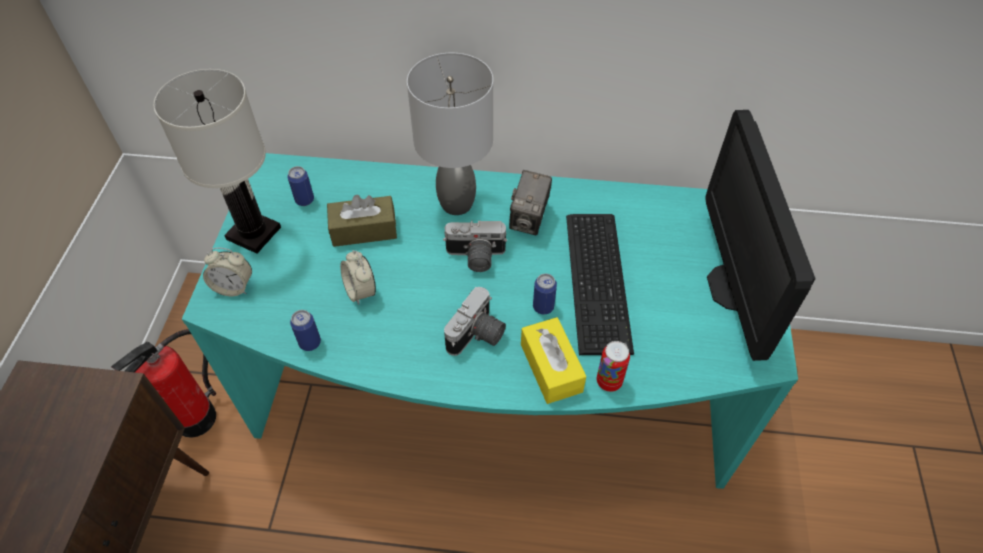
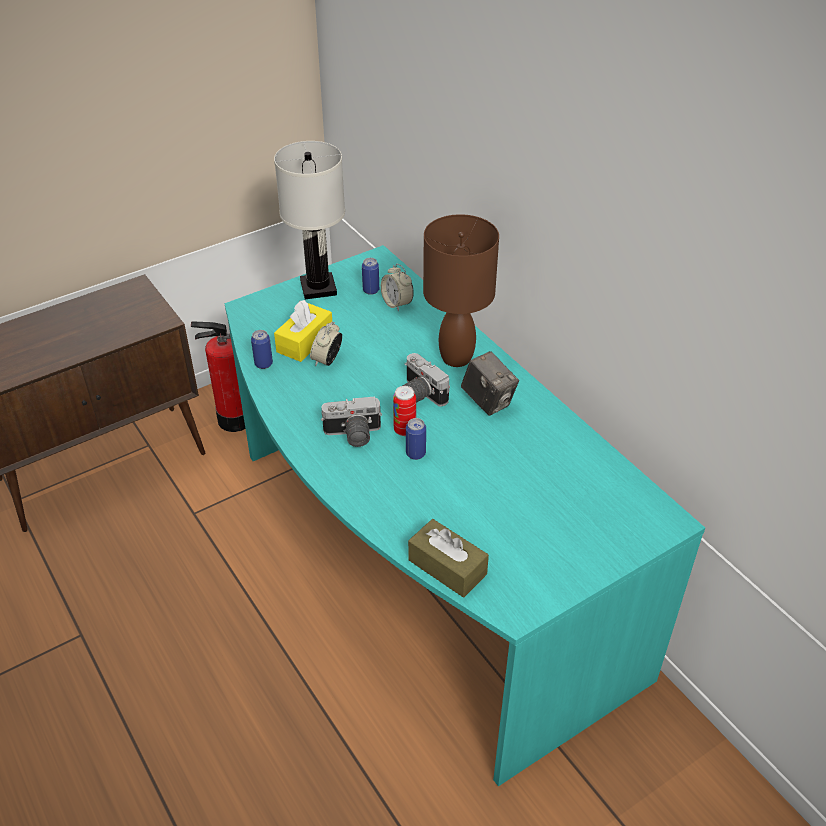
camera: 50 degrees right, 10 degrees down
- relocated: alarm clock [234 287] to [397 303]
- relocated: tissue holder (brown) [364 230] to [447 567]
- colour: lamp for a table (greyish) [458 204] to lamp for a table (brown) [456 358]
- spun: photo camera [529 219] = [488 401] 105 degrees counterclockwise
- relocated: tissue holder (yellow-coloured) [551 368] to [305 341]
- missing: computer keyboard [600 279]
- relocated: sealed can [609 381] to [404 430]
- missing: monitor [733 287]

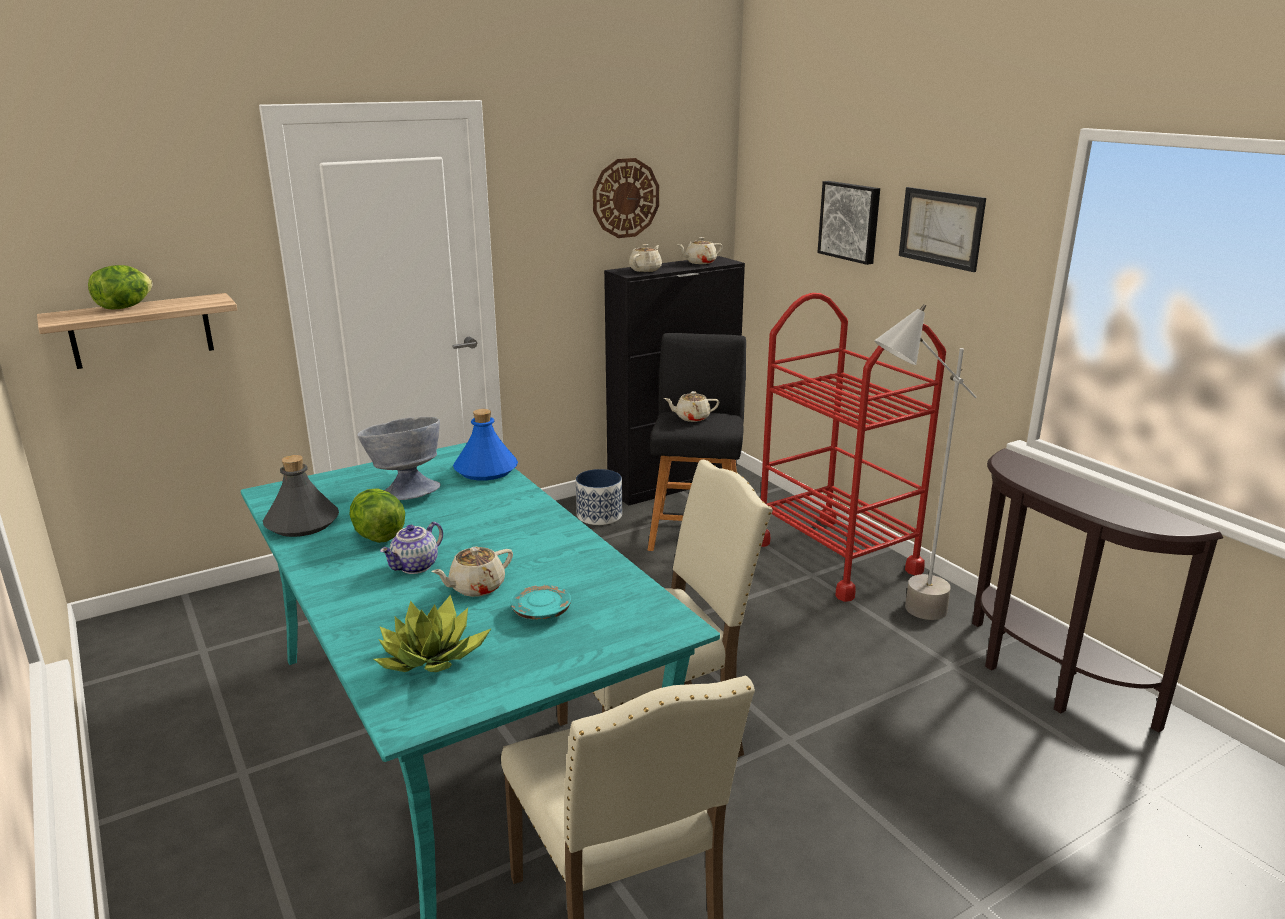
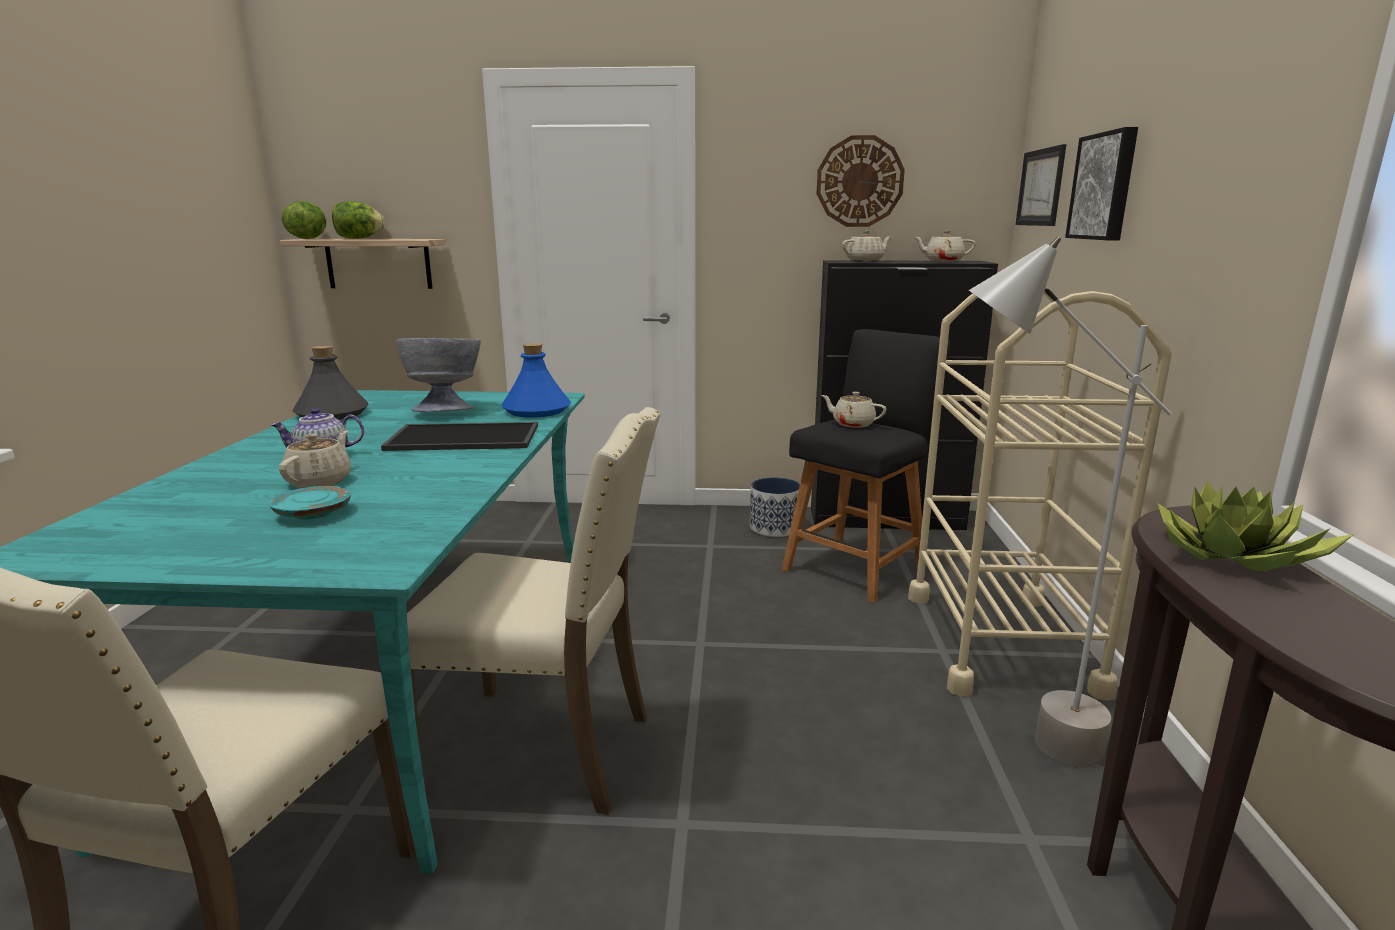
camera: 35 degrees right, 5 degrees down
- relocated: lettuce [378 536] to [308 239]
- relocated: houseplant [432 657] to [1236 556]
- spun: teapot (sand-coloured) [476 587] = [320 481] 105 degrees clockwise
- colour: wheeled cart (red-coloured) [835 557] to wheeled cart (sand-coloured) [1000 641]
- relocated: wall art [941 228] to [1040 187]
- appeared: tray [462 438]

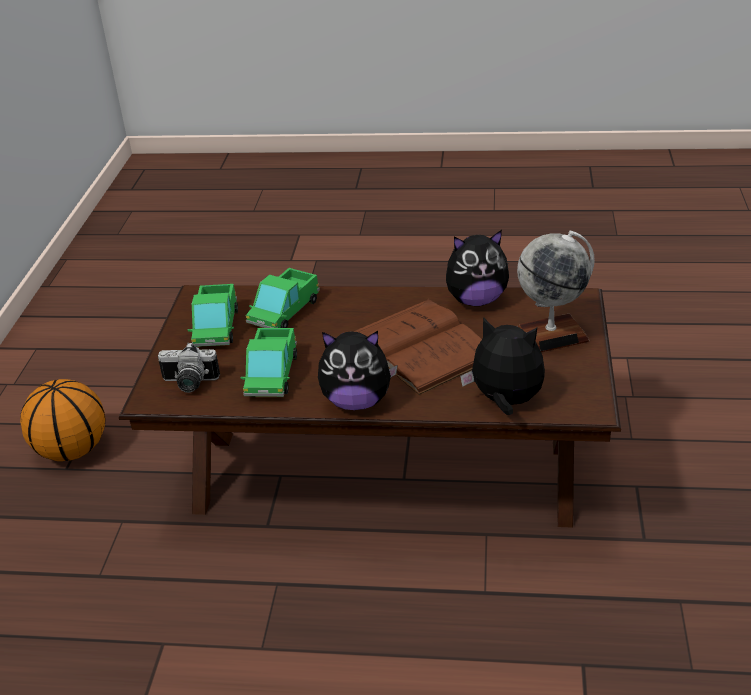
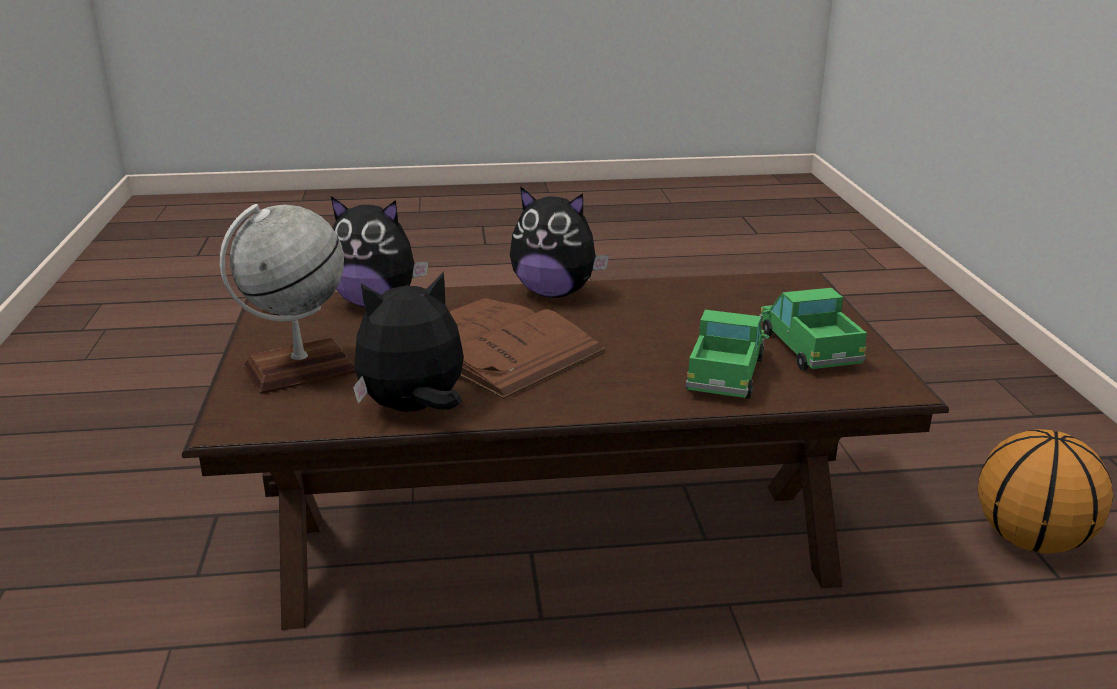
camera: 165 degrees right, 10 degrees down
- missing: photo camera [189 384]
- missing: toy lorry [272 375]
- spun: soft toy [357 401] = [555 293] 150 degrees counterclockwise

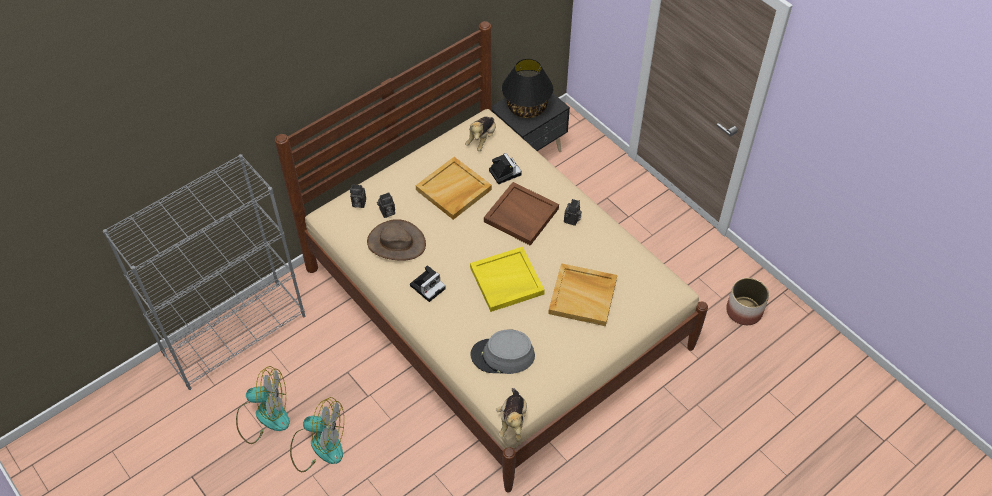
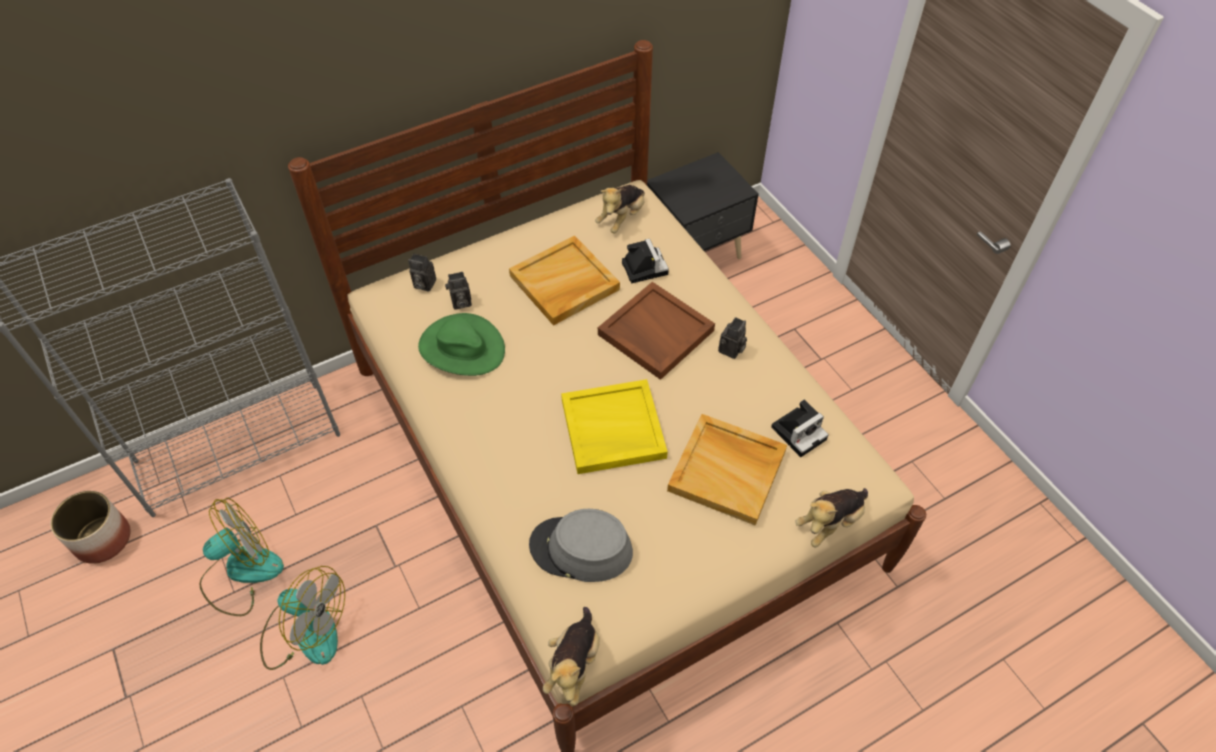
camera: 10 degrees right, 0 degrees up
- spun: electric fan [264 416] = [241 572] 45 degrees counterclockwise
- colour: wearable hat (brown) [396 243] to wearable hat (greenish) [461 348]
- relocated: photo camera [428 286] to [799 431]
- missing: lamp for a table (black-coloured) [526 108]
- relocated: planter [744 311] to [102 540]
- appeared: soft toy [830 522]

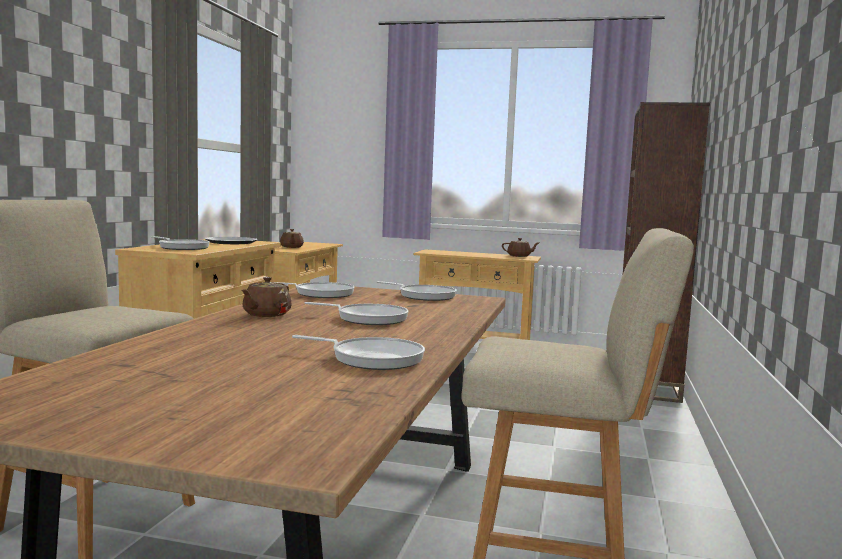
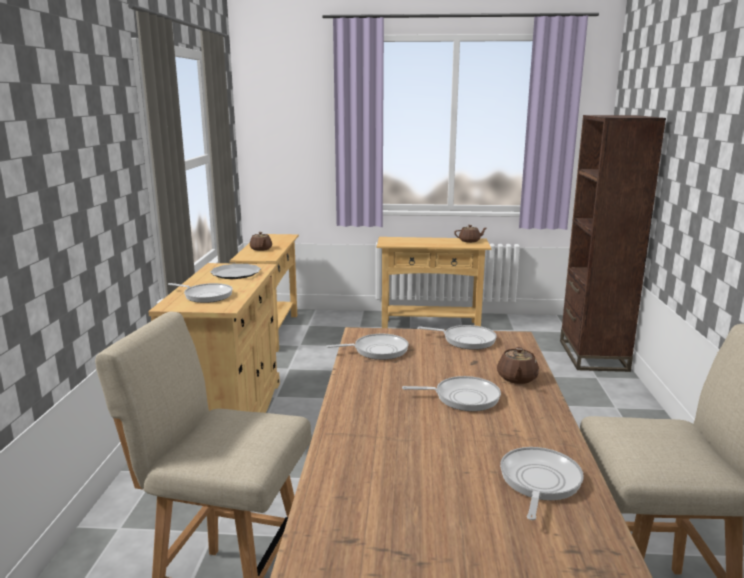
camera: 10 degrees left, 10 degrees up
- relocated: teapot (brown) [266 314] to [517 378]
- spun: frying pan [372 358] = [539 482] 75 degrees counterclockwise

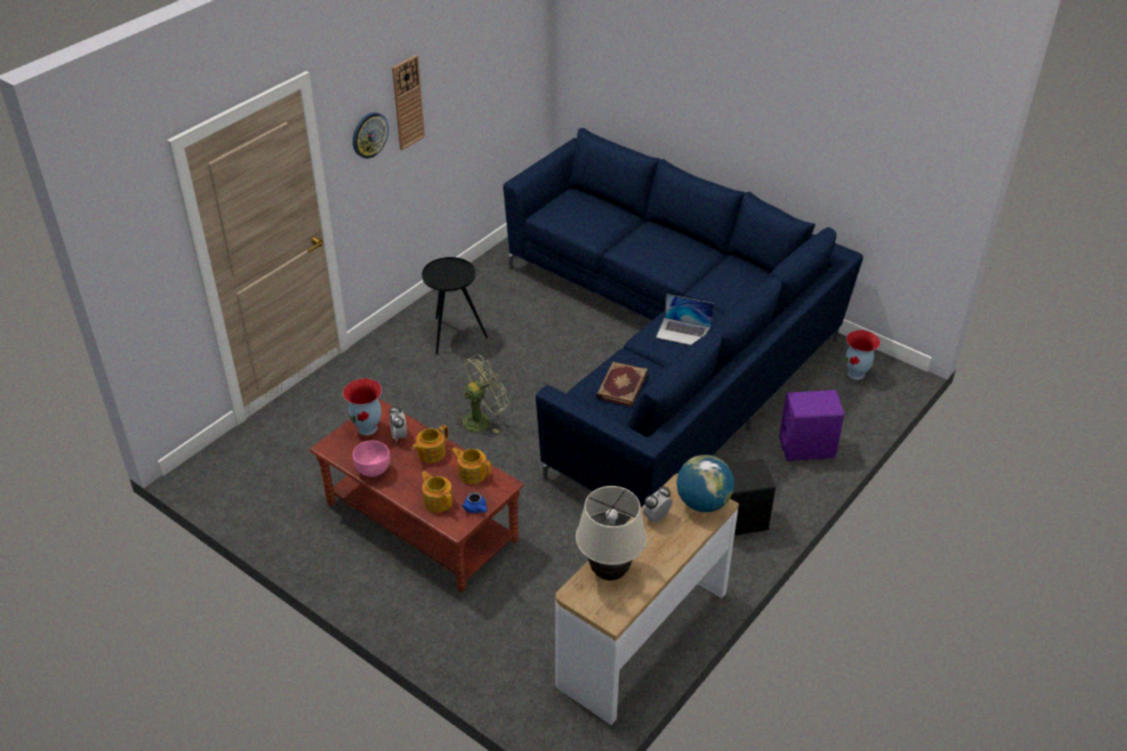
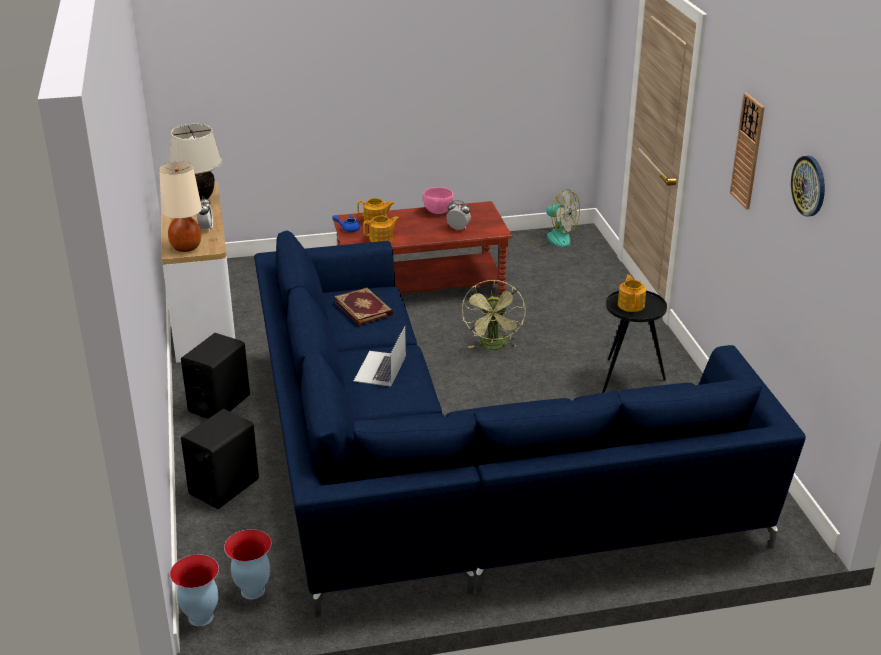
camera: 130 degrees right, 10 degrees down
- relocated: flower vase [368 428] to [200 618]
- relocated: wall clock [369 135] to [809 185]
- relocated: teapot [430 453] to [631 304]
- spun: portable computer [684 332] = [380 368] 45 degrees counterclockwise
- exchanged: globe [703 503] to lamp for a table (sand-coloured) [186 247]
- colour: loudspeaker (purple) [807 447] to loudspeaker (black-coloured) [223 487]
- appeared: electric fan [552 238]

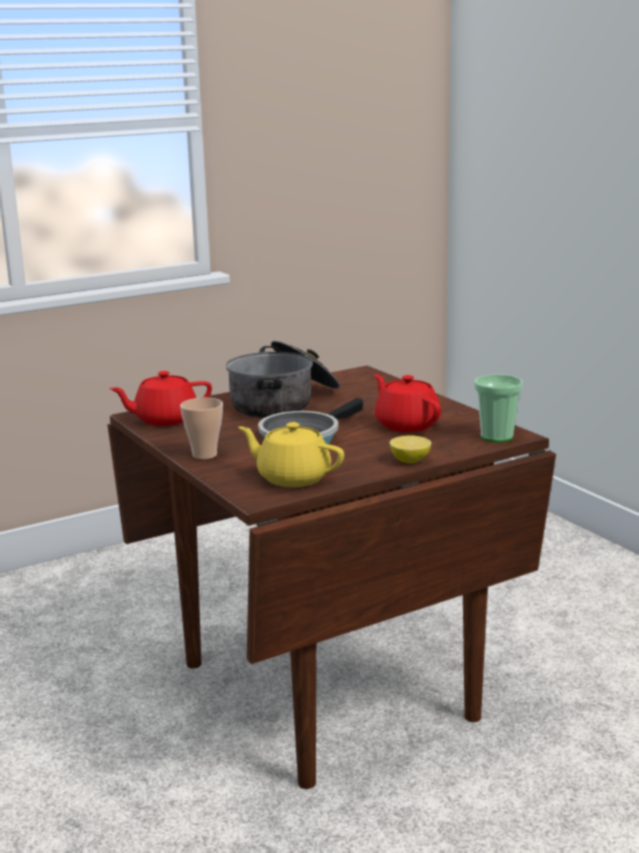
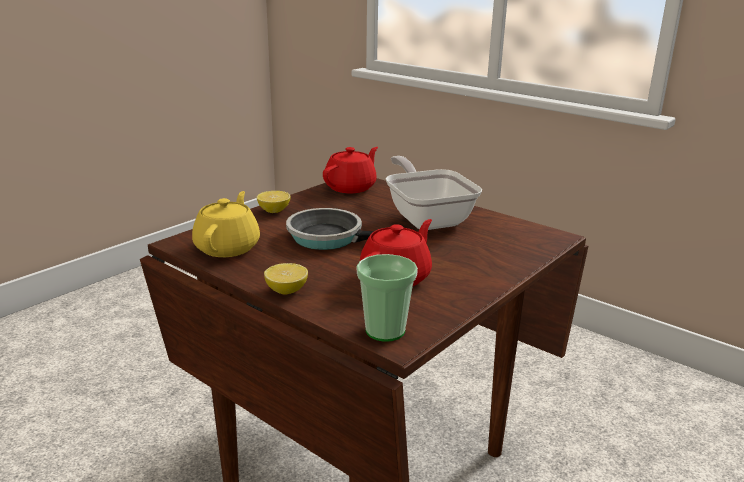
camera: 70 degrees right, 5 degrees up
- spun: teapot (red-coloured) [165 419] = [351 187] 75 degrees clockwise
- exchanged: small cup [204 455] to citrus fruit [274 211]
- exchanged: saucepot [284 402] to frying pan [427 218]

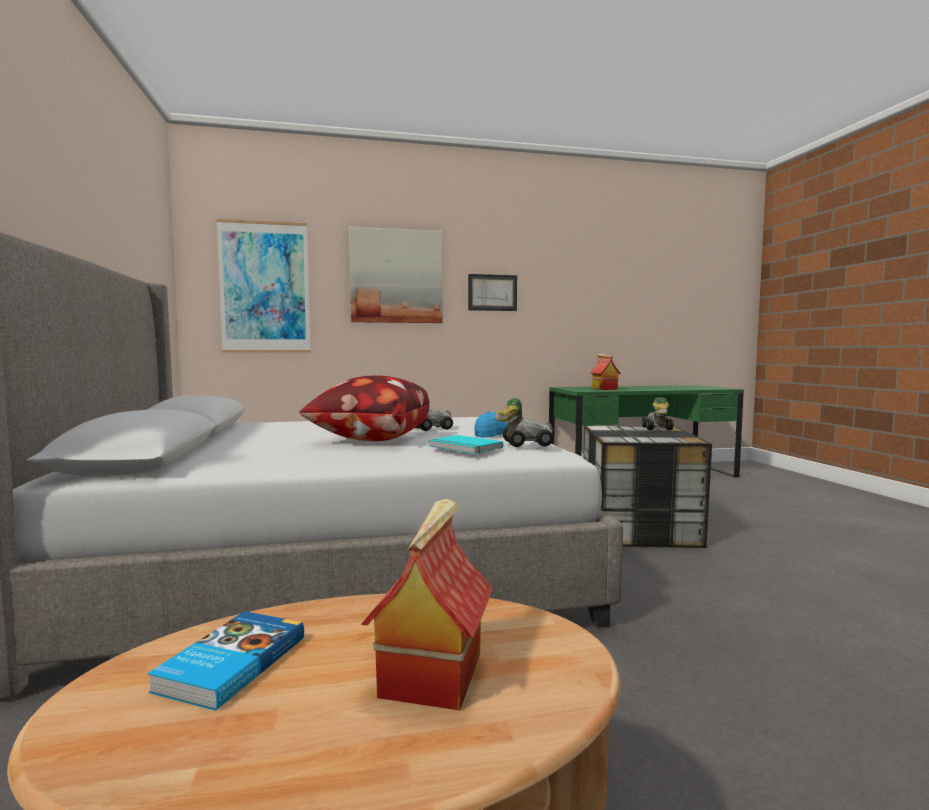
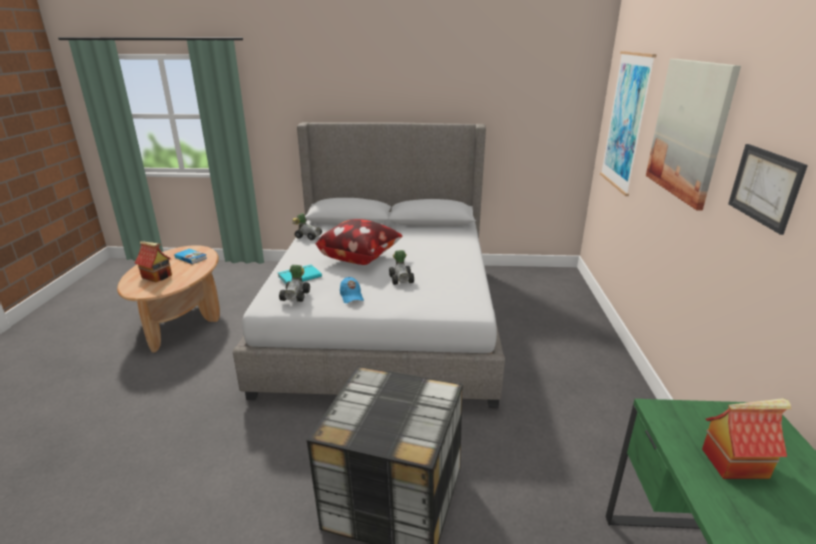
camera: 105 degrees right, 20 degrees up
- relocated: model car [656 429] to [307 236]

